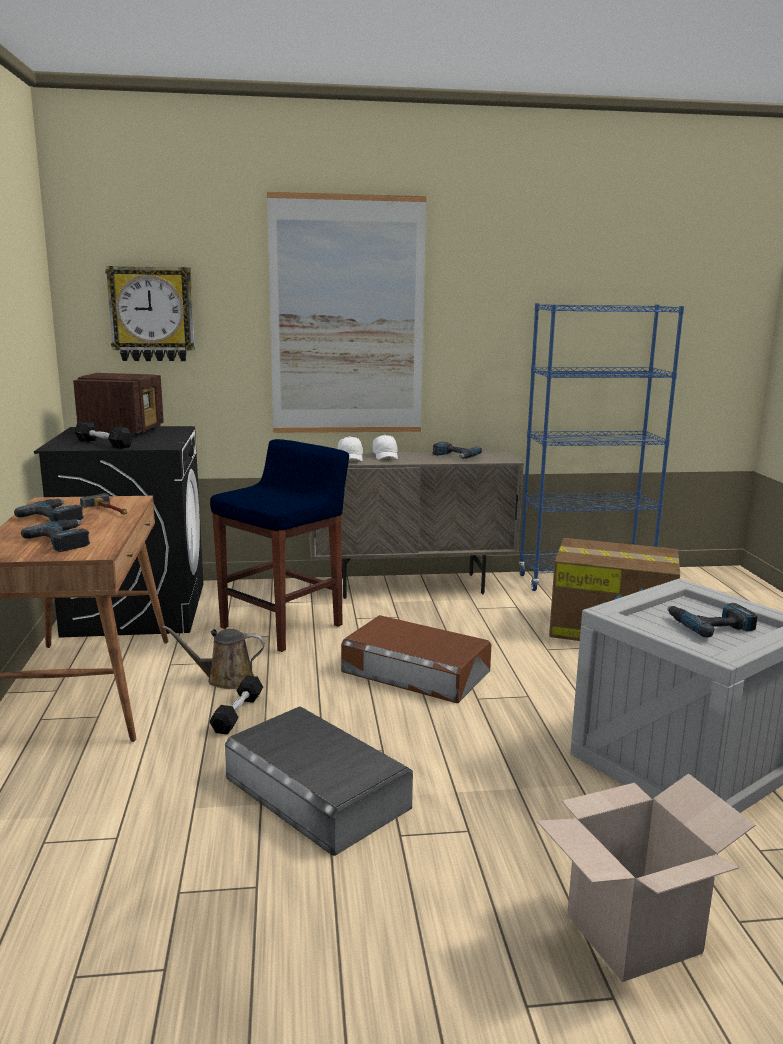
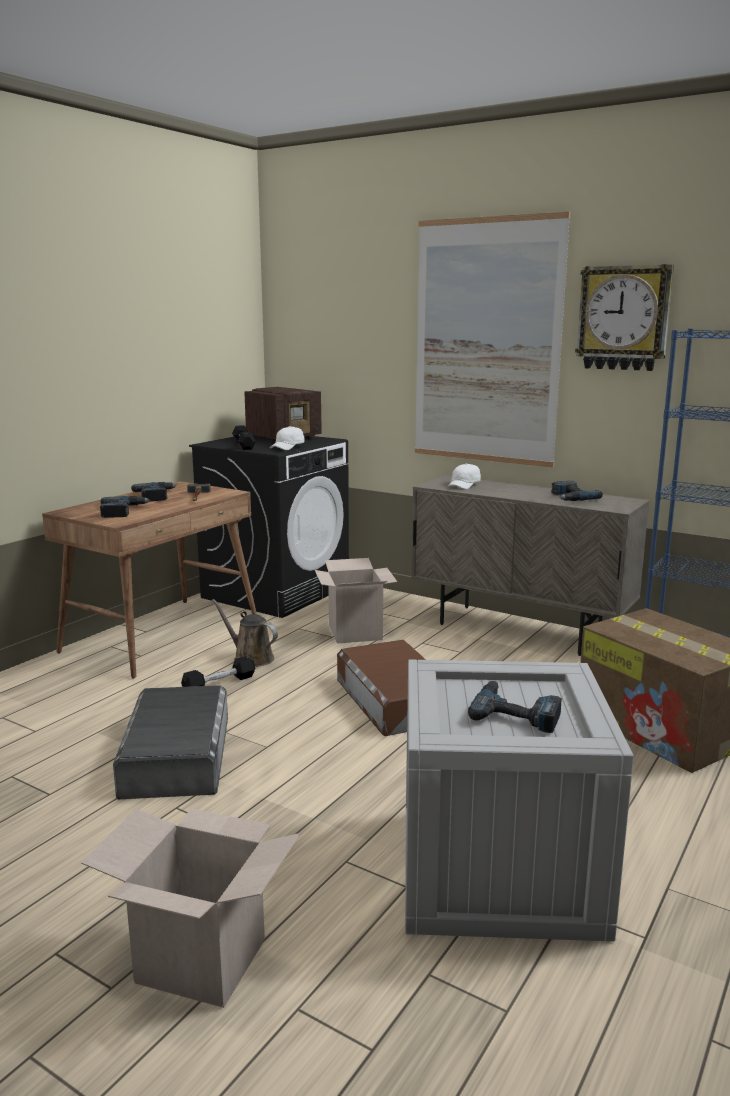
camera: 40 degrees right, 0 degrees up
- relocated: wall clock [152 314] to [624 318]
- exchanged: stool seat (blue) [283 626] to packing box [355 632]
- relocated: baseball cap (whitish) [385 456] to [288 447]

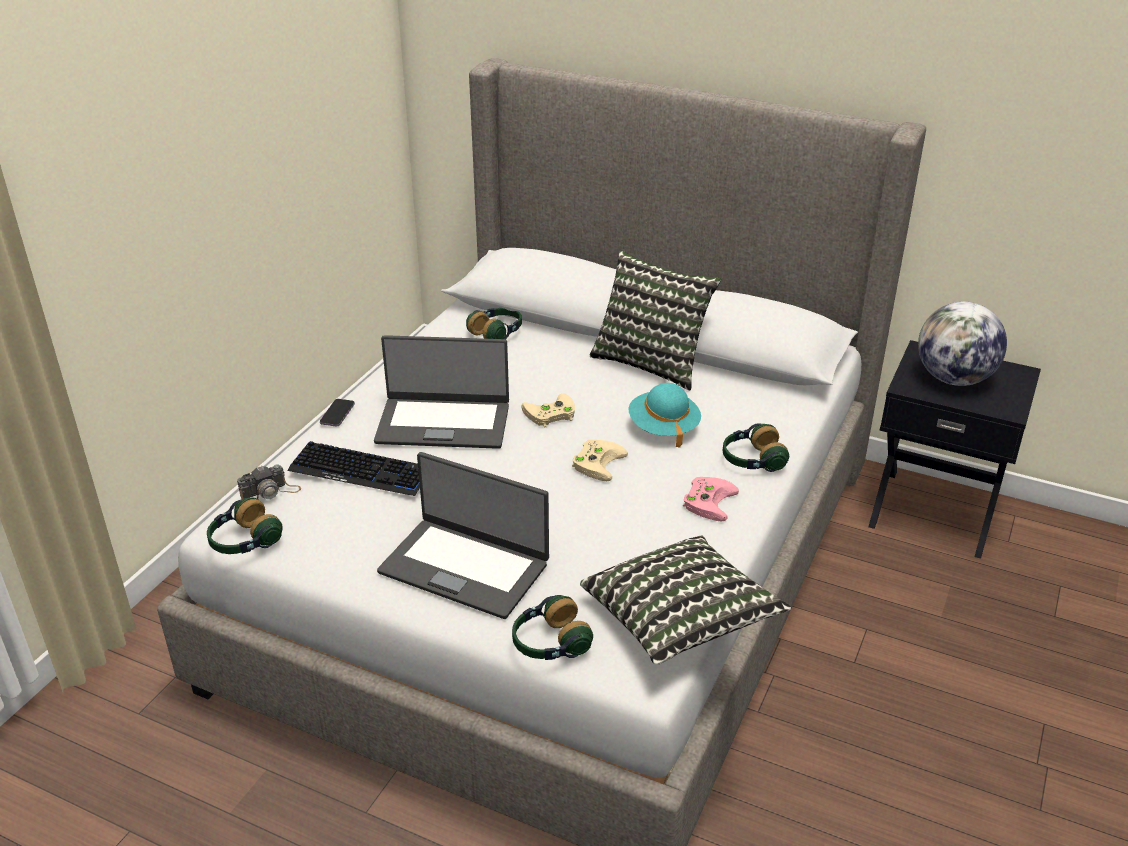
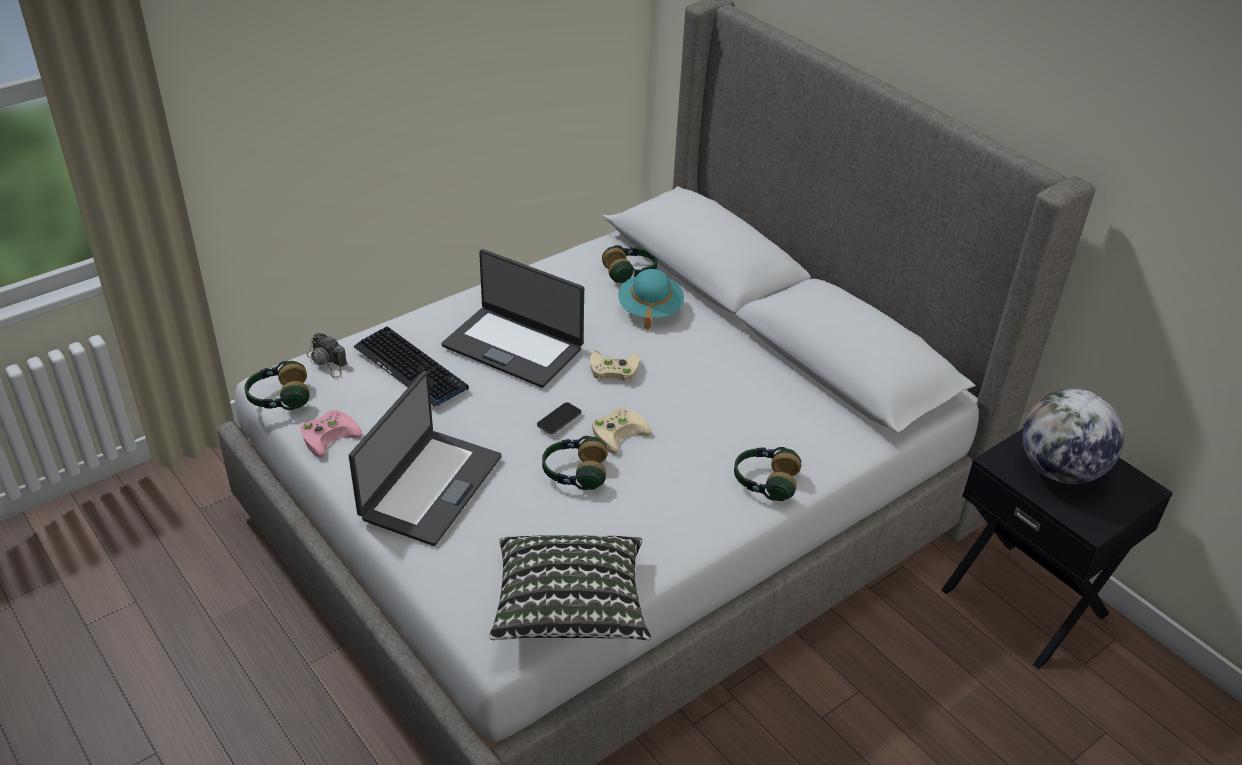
camera: 25 degrees right, 5 degrees up
- spun: photo camera [270 492] = [327 361] 45 degrees clockwise
- relocated: phone [337 414] to [559 420]
- spun: portable computer [465 567] = [429 487] 120 degrees counterclockwise
- relocated: pair of headphones [549 643] to [574 473]
- missing: cushion [652 361]
- relocated: wearable hat (blue-green) [663 427] to [650 309]
- relocated: joypad (pink-coloured) [708 500] to [330 434]

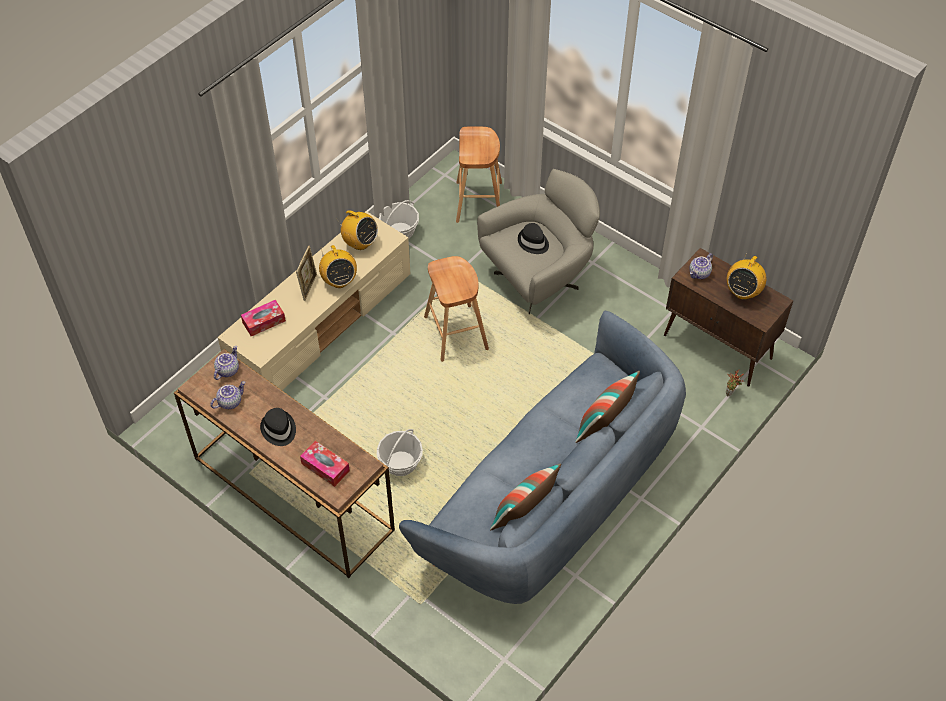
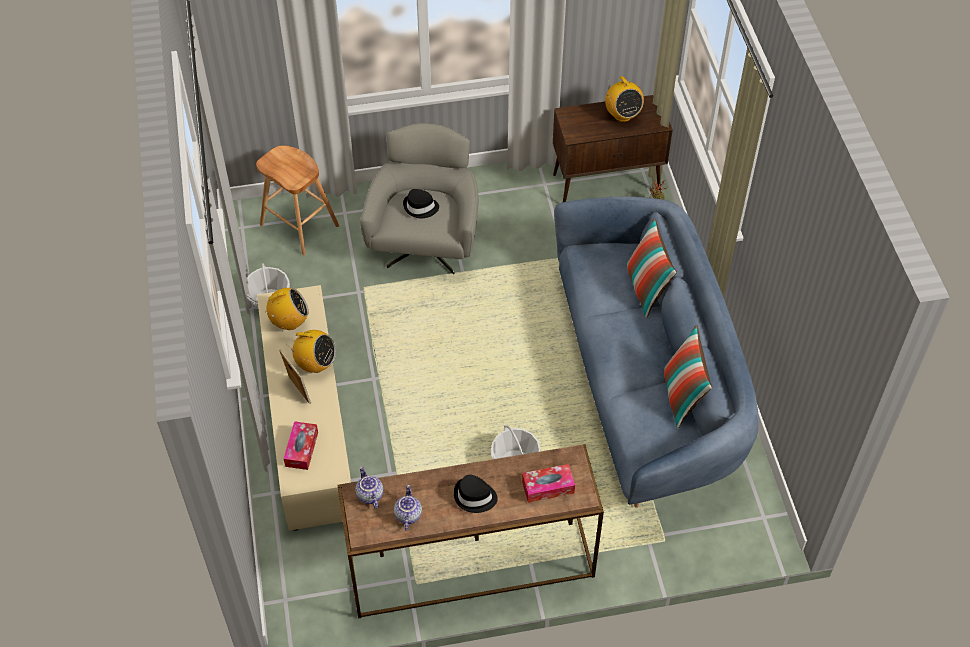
camera: 50 degrees left, 0 degrees up
- missing: stool seat (brown) [455 333]
- missing: teapot [699 274]

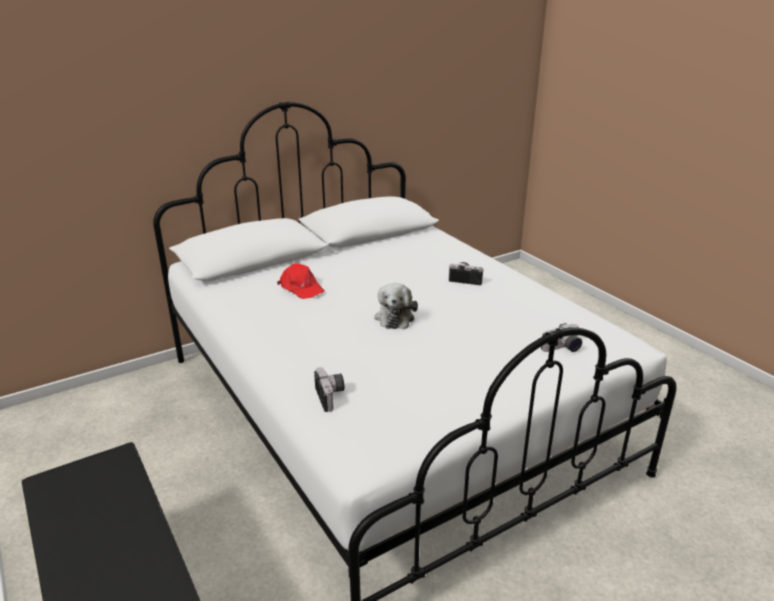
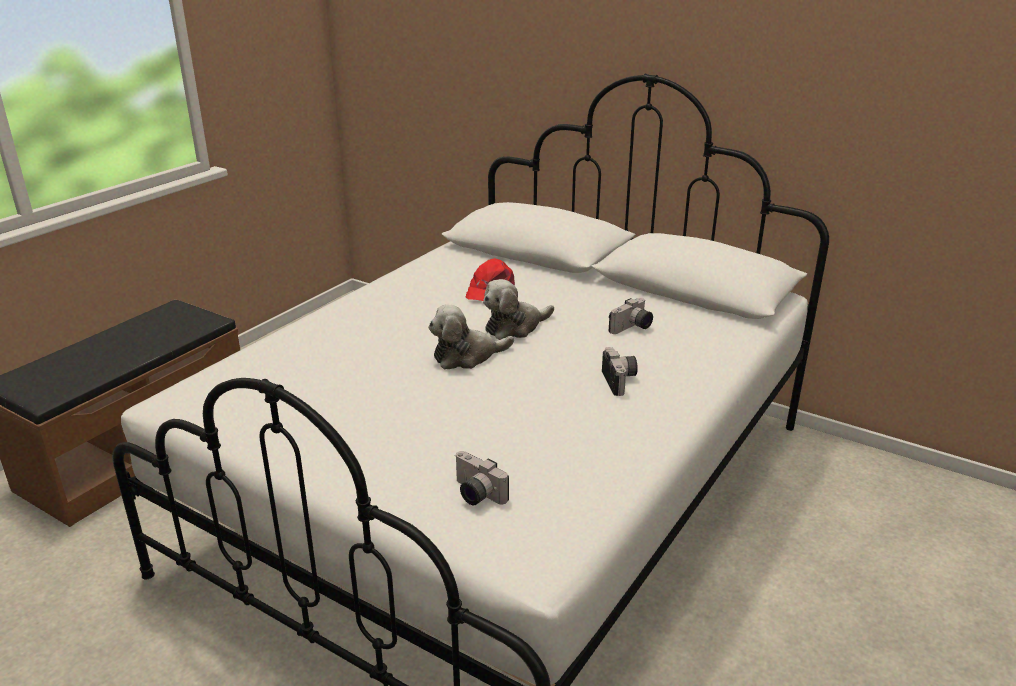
camera: 65 degrees right, 0 degrees up
- relocated: photo camera [331 396] to [632 328]
- appeared: soft toy [515 327]

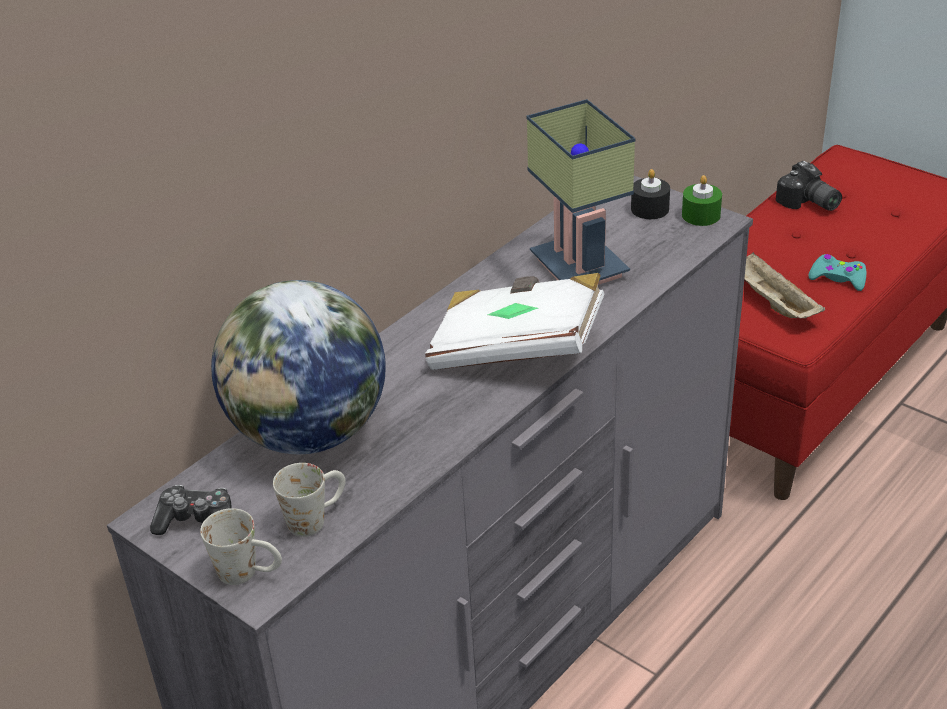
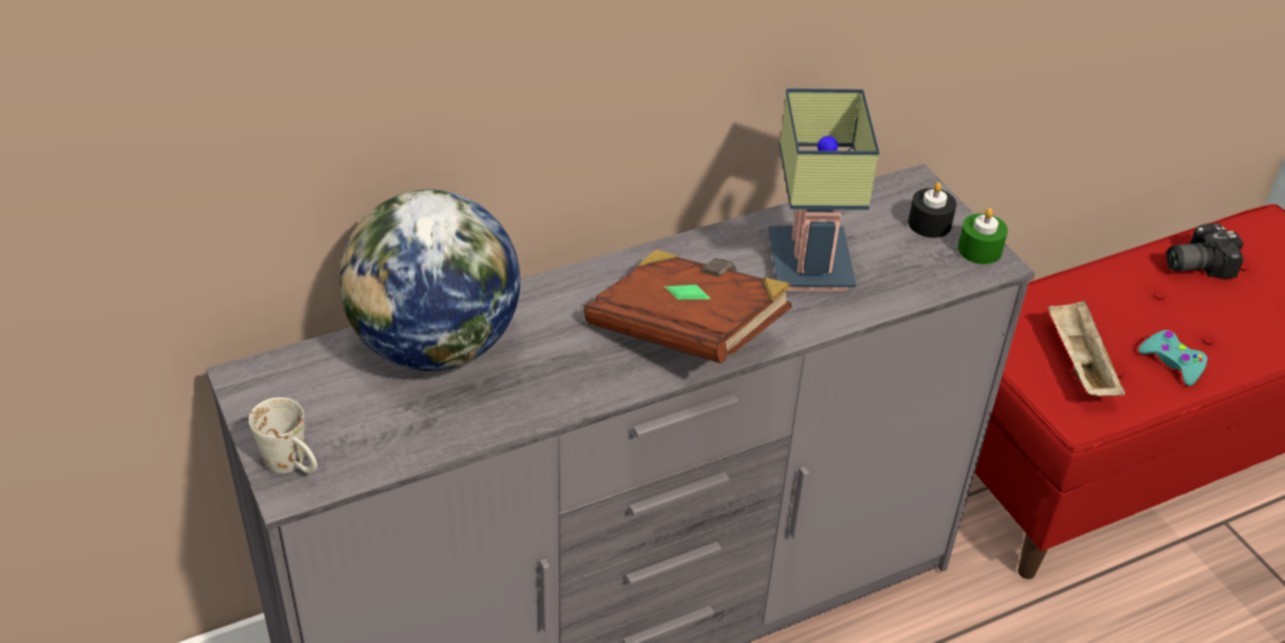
camera: 20 degrees right, 5 degrees up
- missing: joypad [197 521]
- missing: mug (whitish) [316 517]
- colour: book (whitish) [516 349] to book (brown) [686 332]
- spun: photo camera [808 203] = [1195 263] 90 degrees clockwise

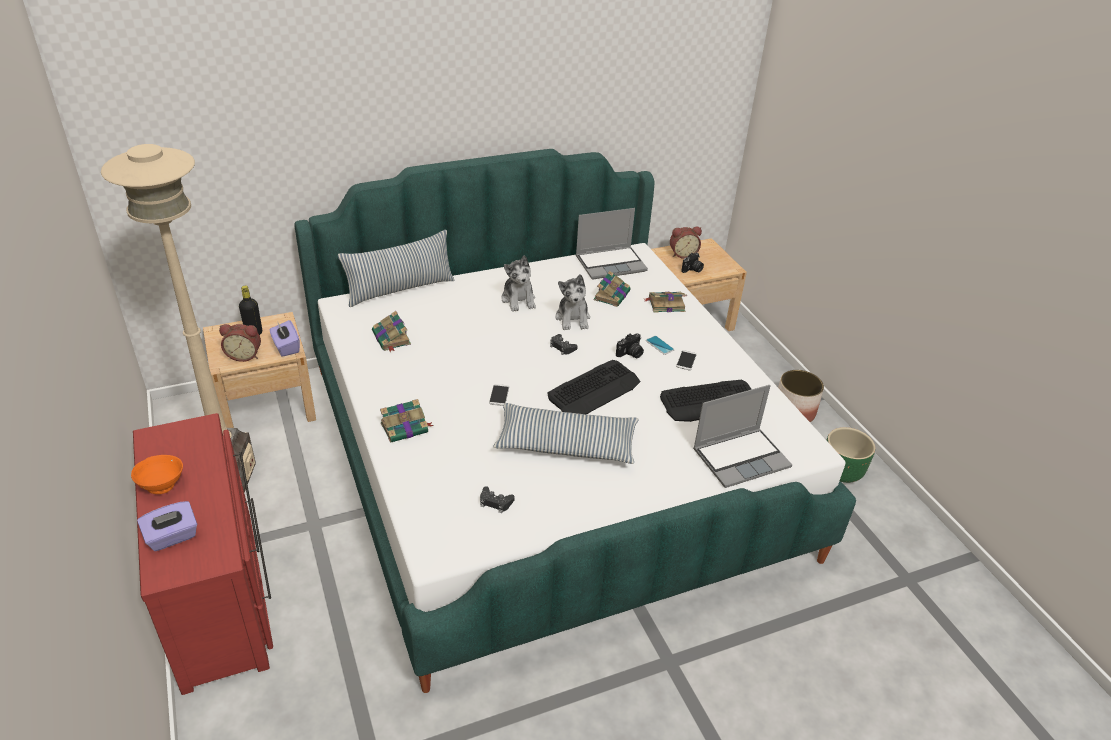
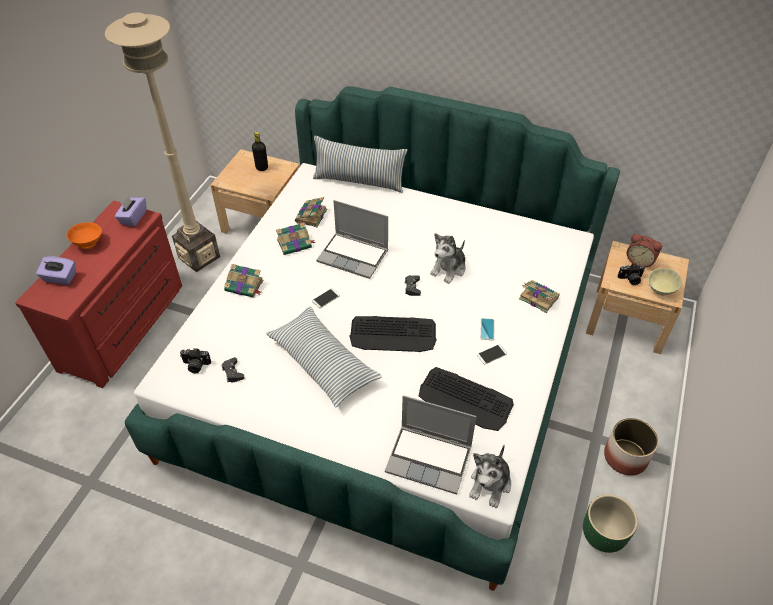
camera: 45 degrees right, 10 degrees up
- missing: alarm clock [244 355]
- relocated: tissue holder (purple) [286 347] to [133 218]
- relocated: soft toy [518 300] to [490 484]
- relocated: portable computer [611 263] to [354 256]
- relocated: book [612 295] to [295 244]
- relocated: photo camera [630 354] to [196 365]
- appeared: deep dish (sand-coloured) [660 290]

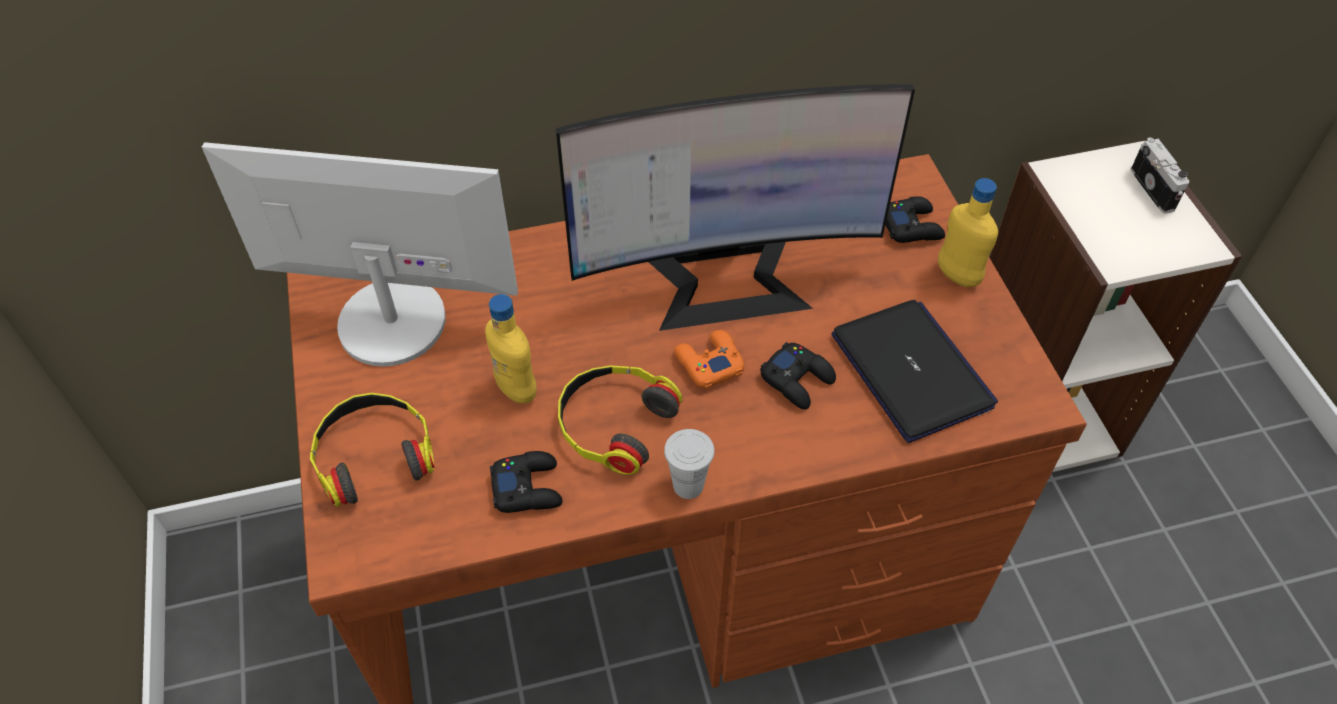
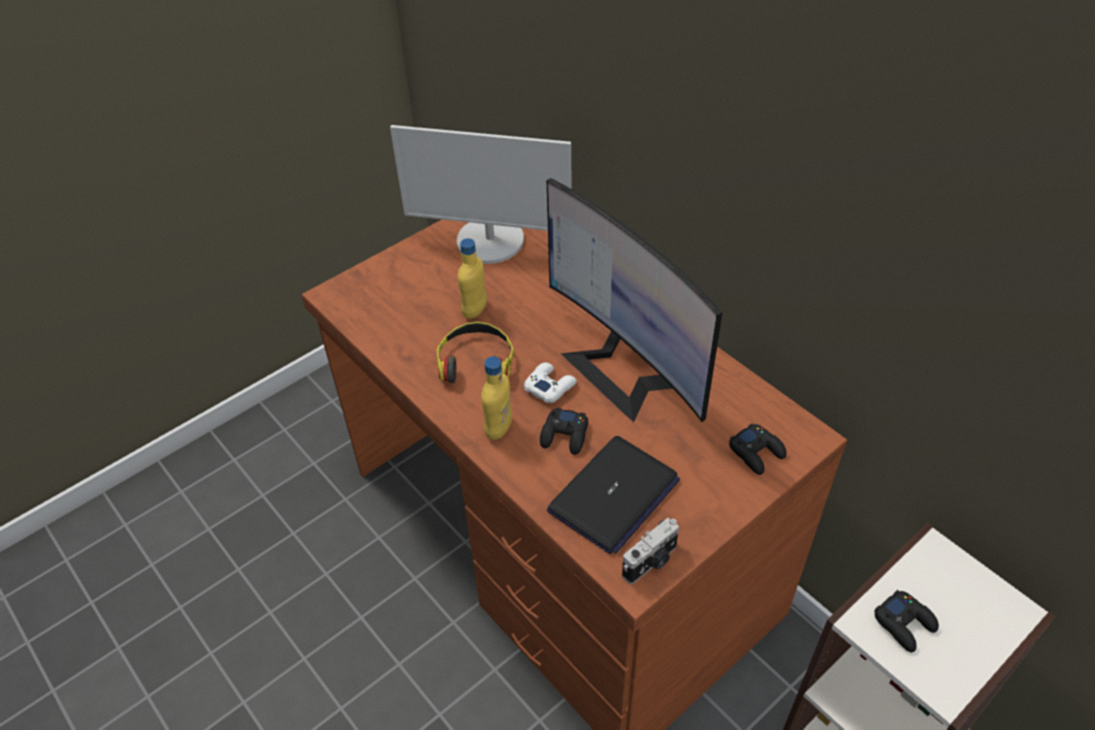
camera: 65 degrees right, 5 degrees down
- spun: monitor [392 321] = [490 241] 120 degrees clockwise
- missing: pair of headphones [374 454]
- relocated: joypad (black-coloured) [528 487] to [904 624]
- missing: small cup (whitish) [688 485]
- colour: joypad (orangey) [708 363] to joypad (whitish) [549 386]
- relocated: beverage bottle (yellow-coloured) [957 276] to [498 428]
- relocated: photo camera [1154 189] to [651 562]

